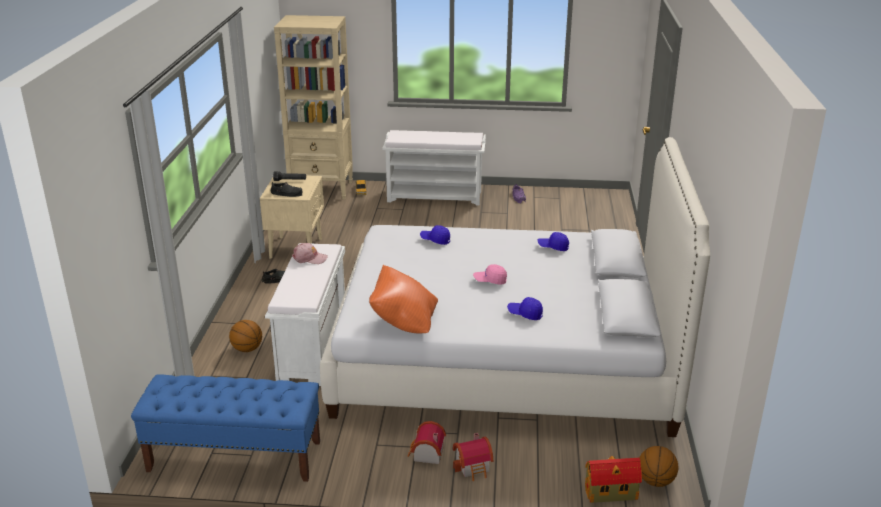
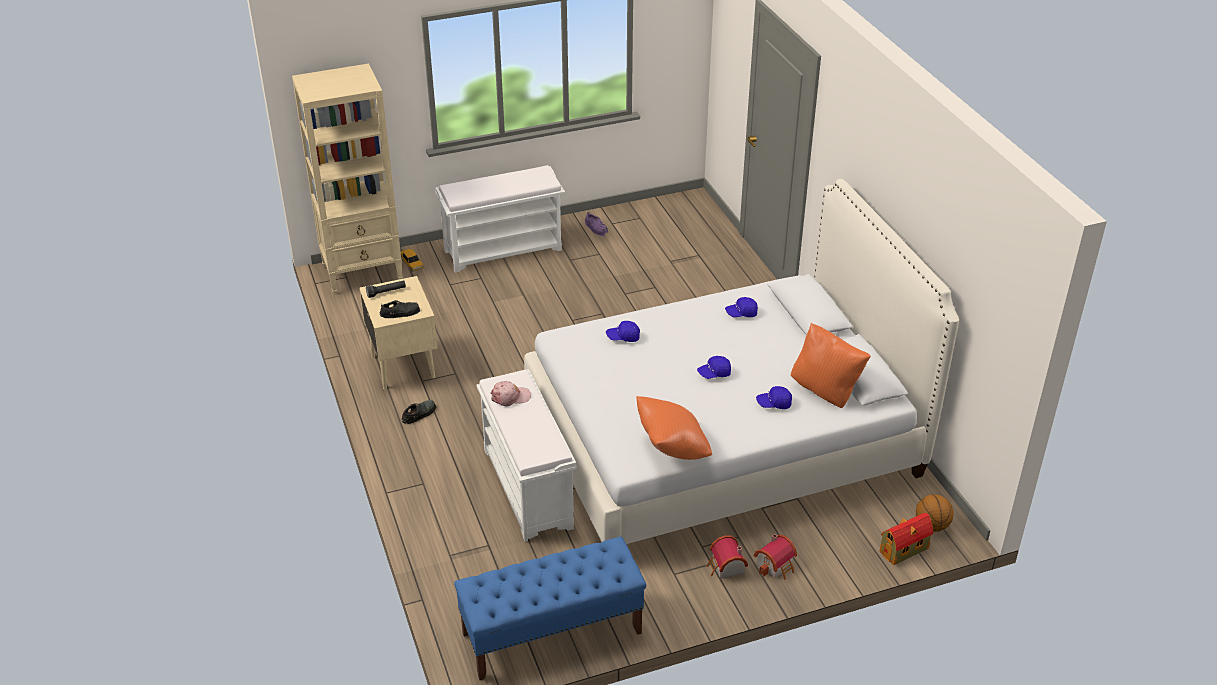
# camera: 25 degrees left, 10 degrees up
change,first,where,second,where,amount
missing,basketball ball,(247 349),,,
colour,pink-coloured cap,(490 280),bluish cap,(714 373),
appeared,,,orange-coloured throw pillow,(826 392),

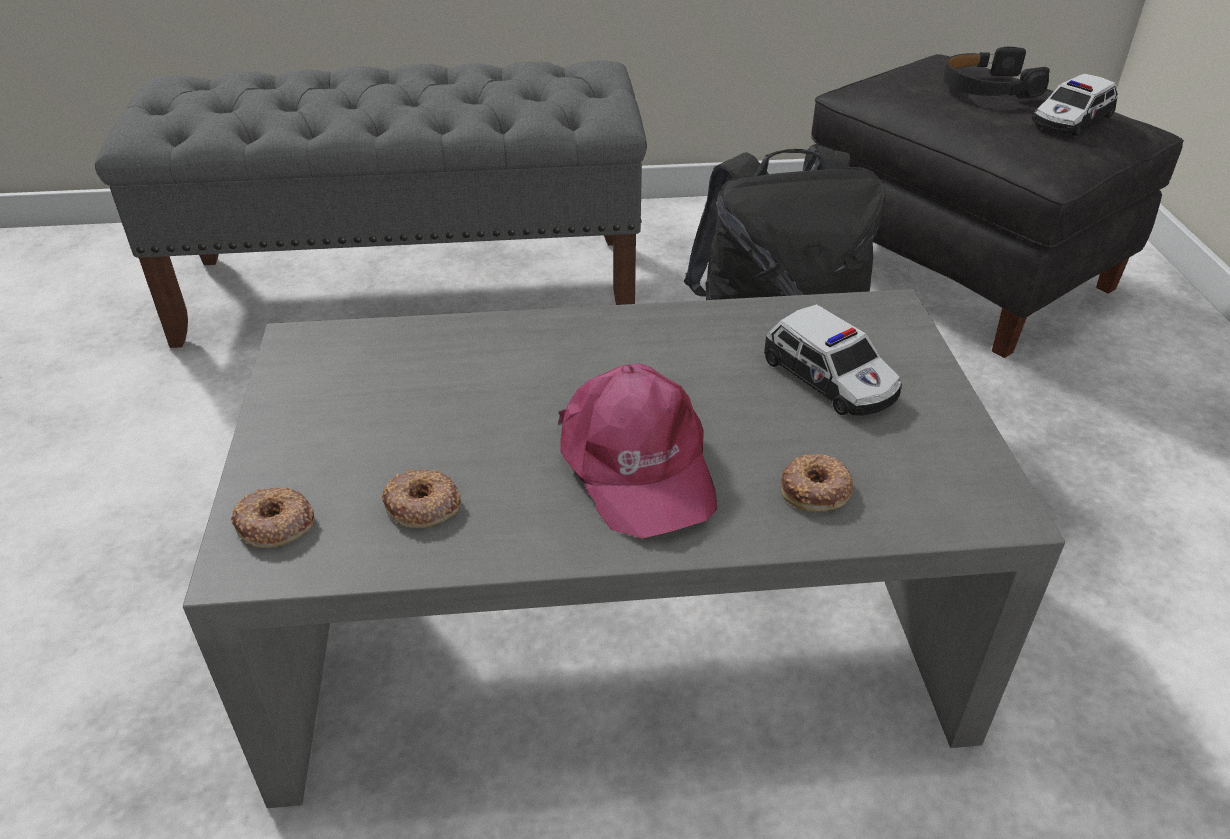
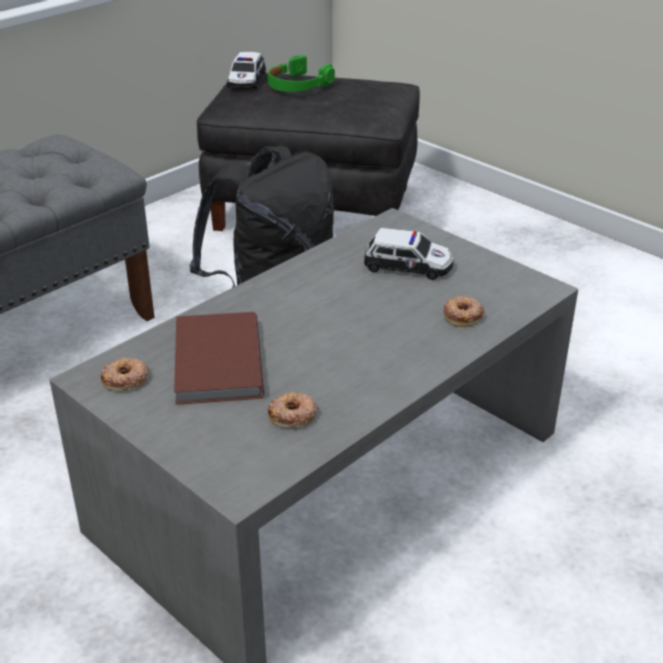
# camera: 40 degrees left, 5 degrees down
change,first,where,second,where,amount
relocated,ring doughnut,(275 524),,(126 379),
missing,pink-coloured cap,(636 464),,,
colour,black headset,(987 87),green headset,(297 85),
relocated,model car,(1071 120),,(246 81),
appeared,,,brown bound book,(215 363),

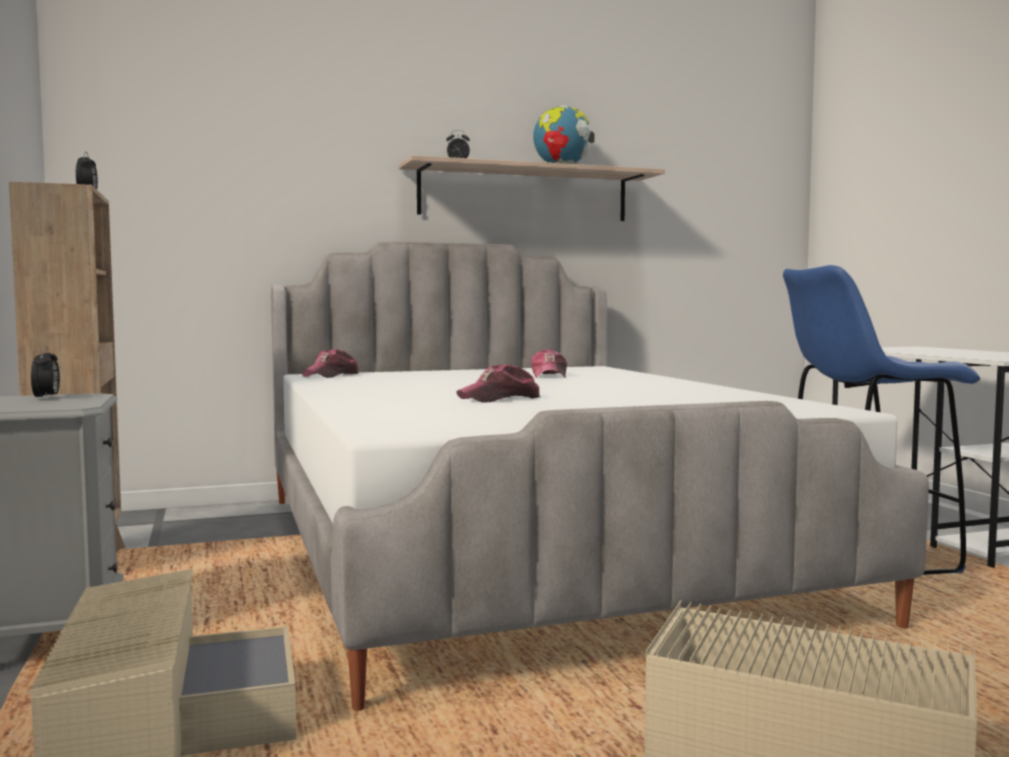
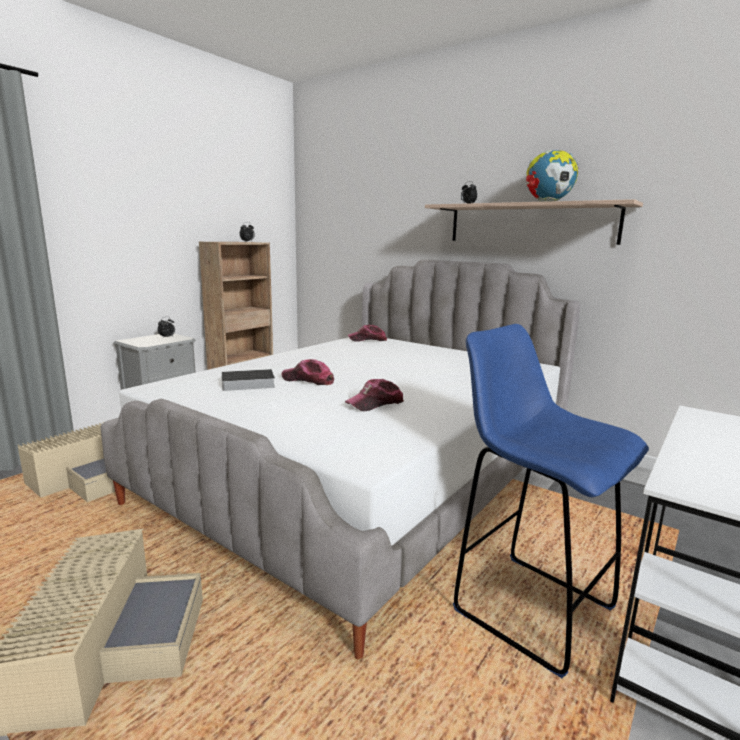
# camera: 55 degrees right, 10 degrees up
change,first,where,second,where,amount
relocated,cap,(549 376),,(375 403),
appeared,,,bound book,(246 384),

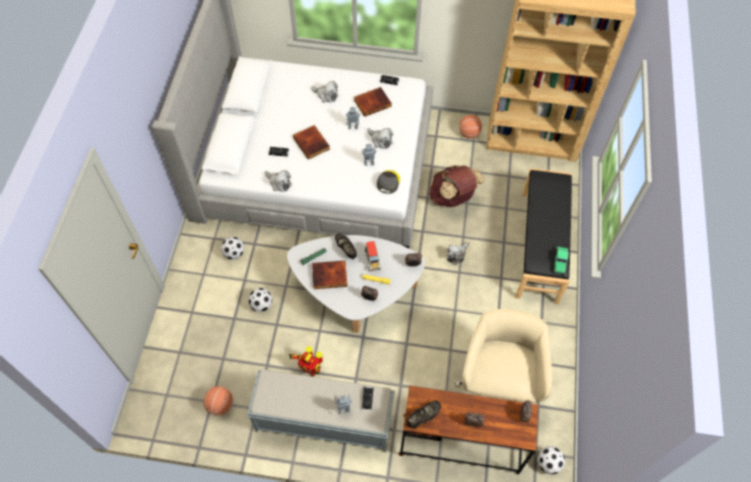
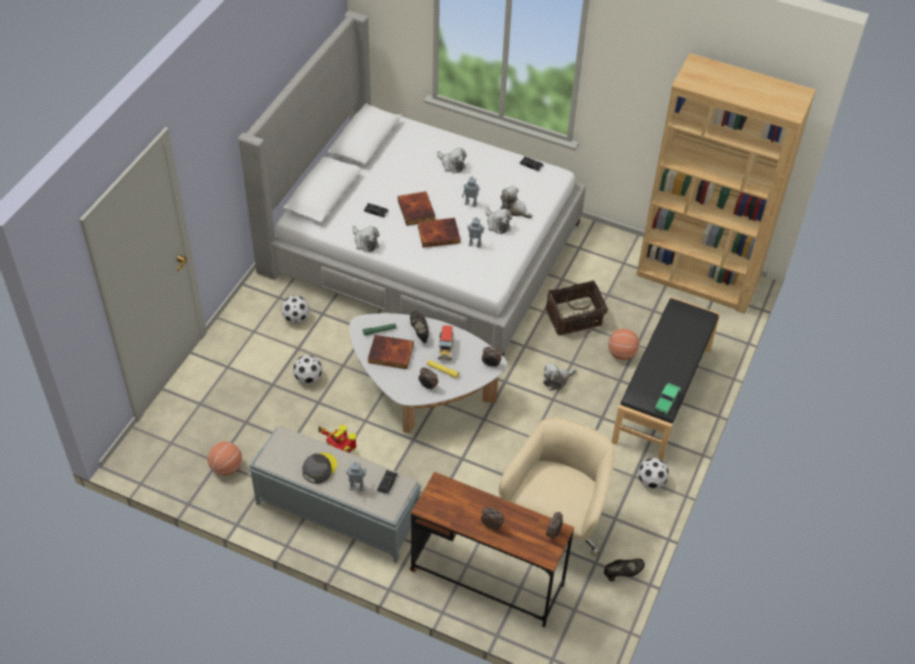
# camera: 15 degrees right, 10 degrees down
change,first,where,second,where,amount
relocated,bound book,(372 102),,(439 234),
relocated,greyish cap,(388 182),,(319 468),
relocated,black shoe,(423 417),,(623 573),
exchanged,brown rucksack,(452 198),storage basket,(574 318),
relocated,basketball ball,(468 133),,(621 354),
relocated,ball for football,(548 463),,(651 481),
appeared,,,cuddly toy,(514 209),

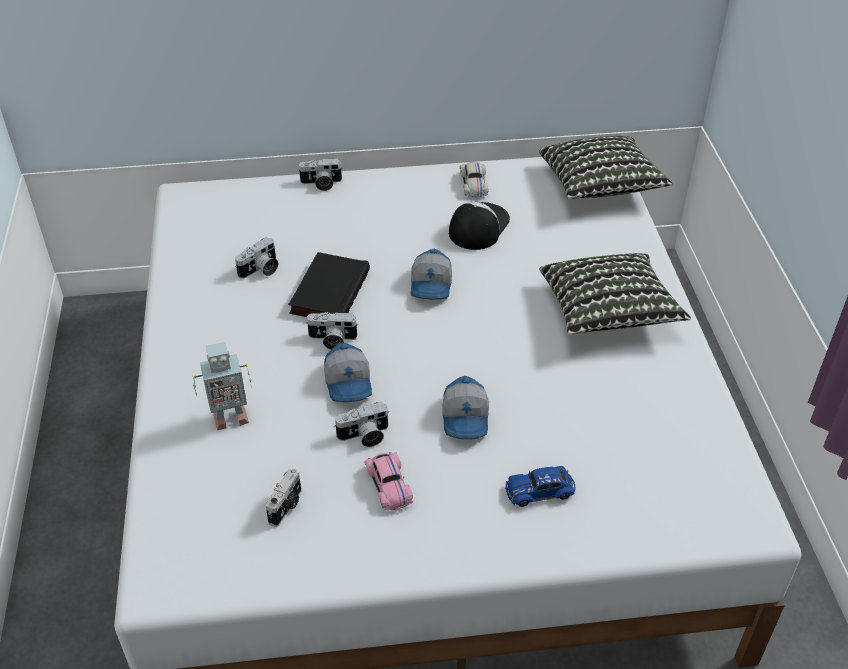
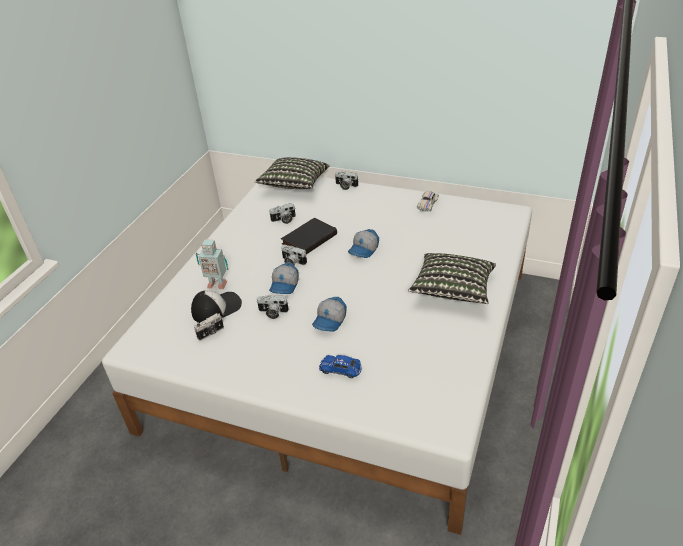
# camera: 30 degrees right, 5 degrees down
change,first,where,second,where,amount
missing,pink-coloured model car,(389 485),,,
relocated,cap,(478 227),,(216 308),
relocated,throw pillow,(600 186),,(294 185),

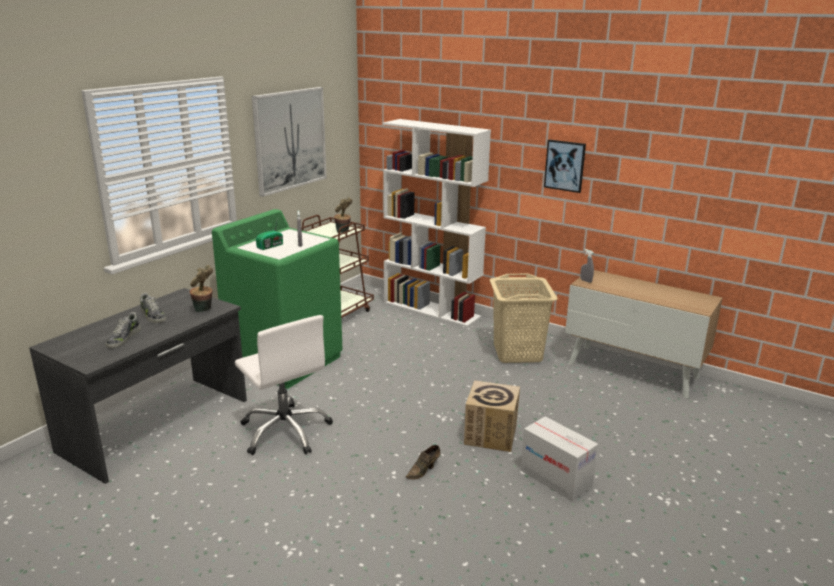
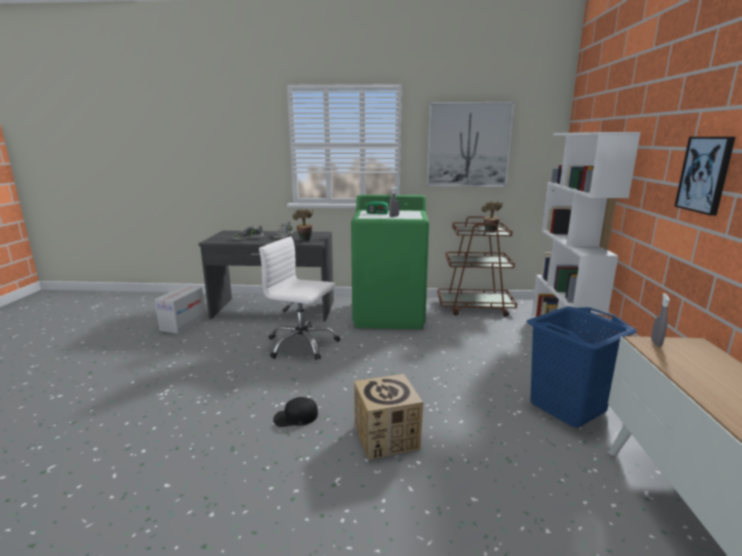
# camera: 60 degrees right, 5 degrees down
change,first,where,second,where,amount
spun,white-coloured computer chair,(285 431),,(301 344),90 degrees clockwise
exchanged,brown shoe,(424 470),black cap,(295 417),
colour,beige laundry basket,(518 353),bluish laundry basket,(568 407),
relocated,cardboard box,(556 478),,(183 324),

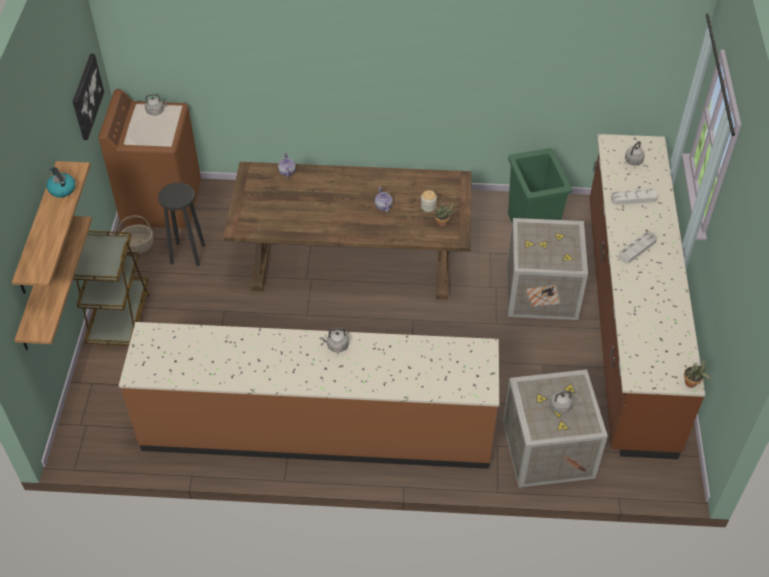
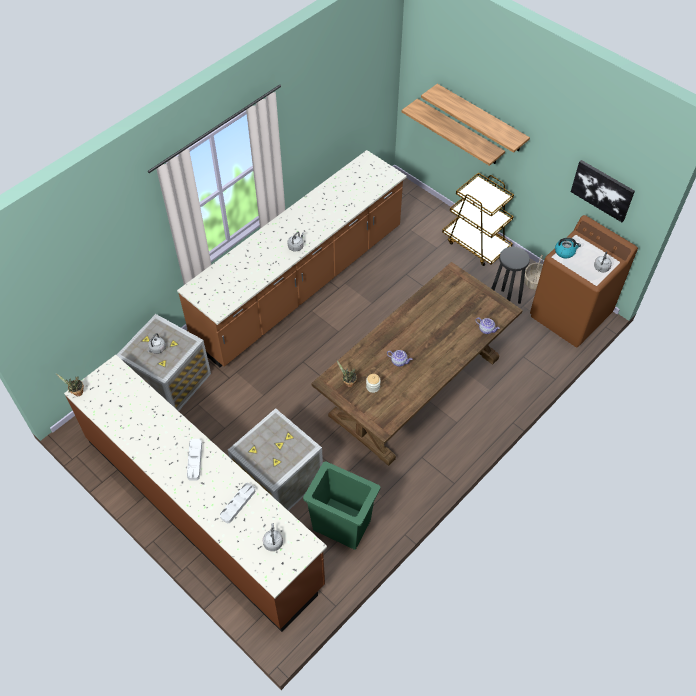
# camera: 130 degrees right, 5 degrees up
change,first,where,second,where,amount
relocated,kettle,(62 189),,(565 252),

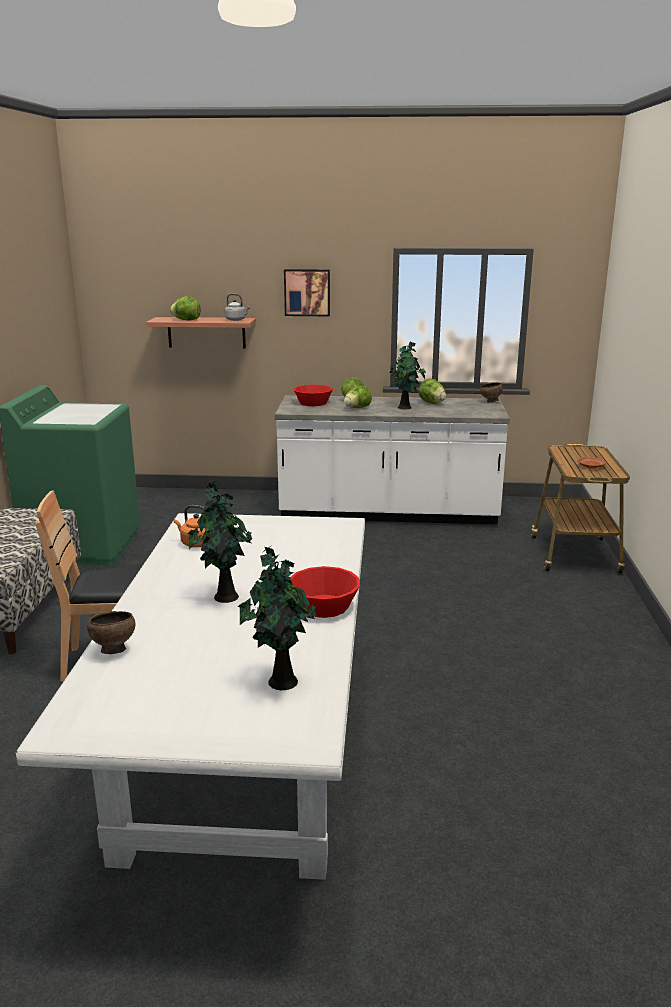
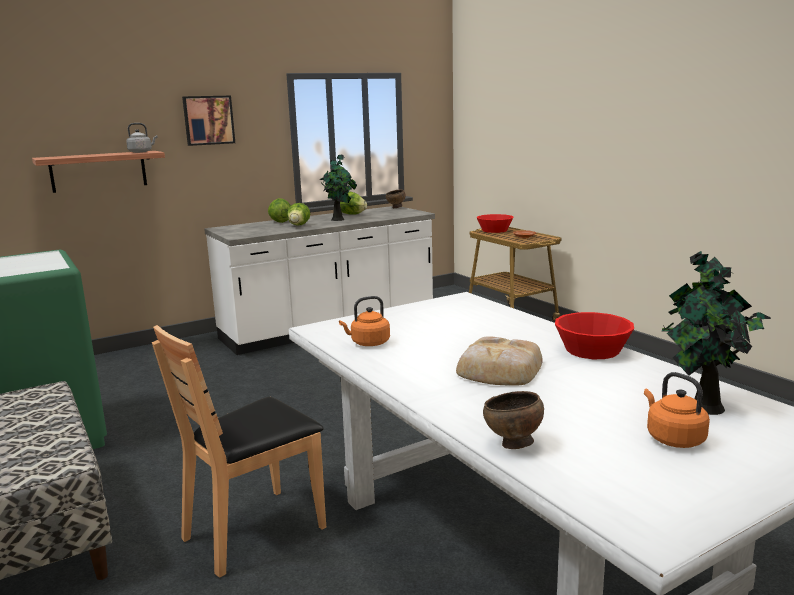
# camera: 35 degrees left, 5 degrees down
change,first,where,second,where,amount
missing,lettuce,(186 320),,,
exchanged,houseplant,(224 596),baked bread,(498 370),
relocated,red serving bowl,(313 403),,(494 230),
appeared,,,orange-coloured kettle,(673 438),

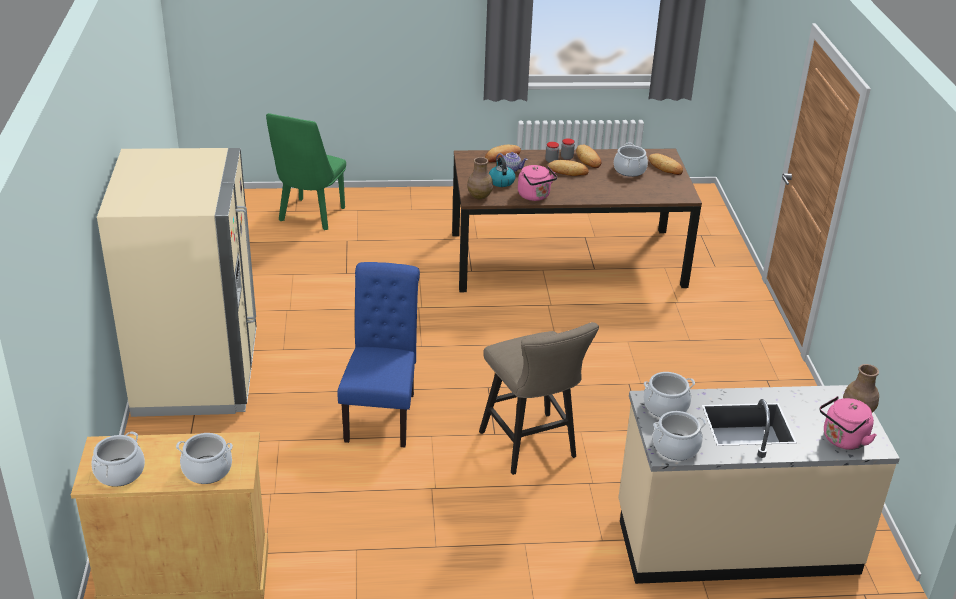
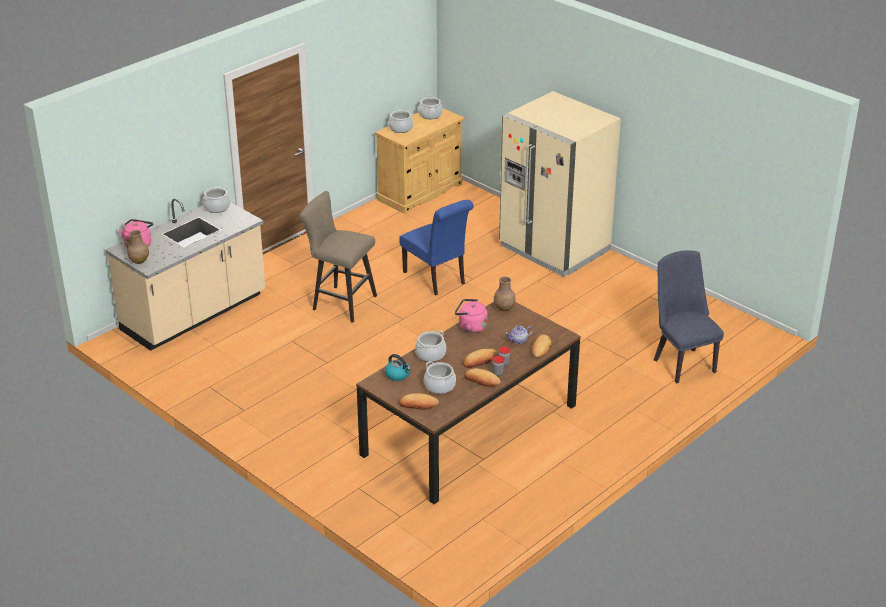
# camera: 140 degrees right, 0 degrees up
change,first,where,second,where,amount
colour,green upright chair,(310 217),bluish upright chair,(681 362),
relocated,kettle,(501 181),,(398 375),
relocated,stockpot,(665 406),,(430 354),

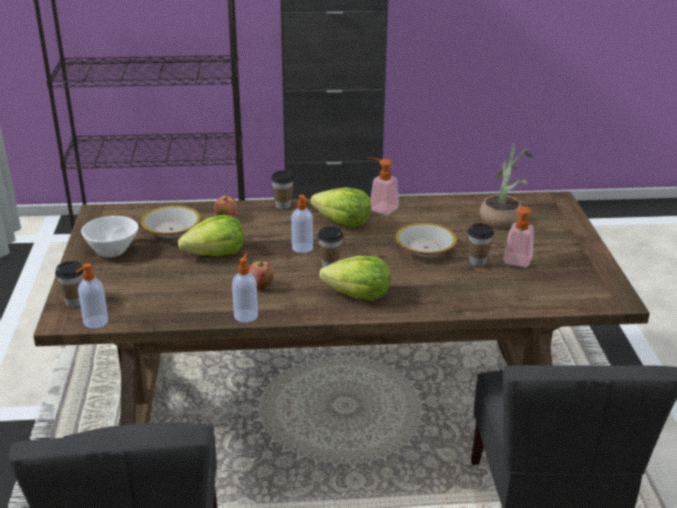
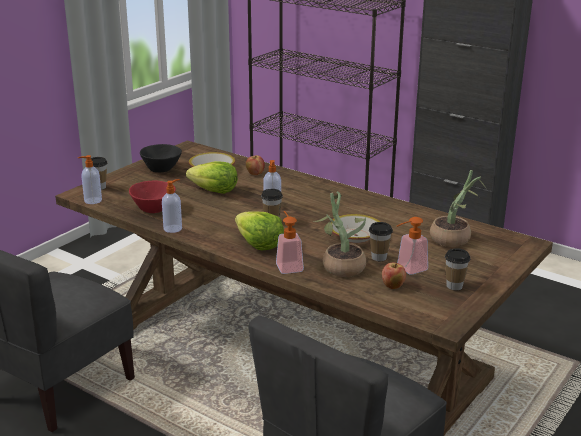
# camera: 40 degrees right, 5 degrees down
change,first,where,second,where,amount
colour,white-coloured serving bowl,(114 251),black serving bowl,(162 169),
relocated,apple,(261 286),,(392 286),
relocated,cup,(283 206),,(454 286),
missing,lettuce,(343 222),,,
relocated,soap dispenser,(379 207),,(288 265),
appeared,,,red serving bowl,(153 210),
appeared,,,houseplant,(340 266),

